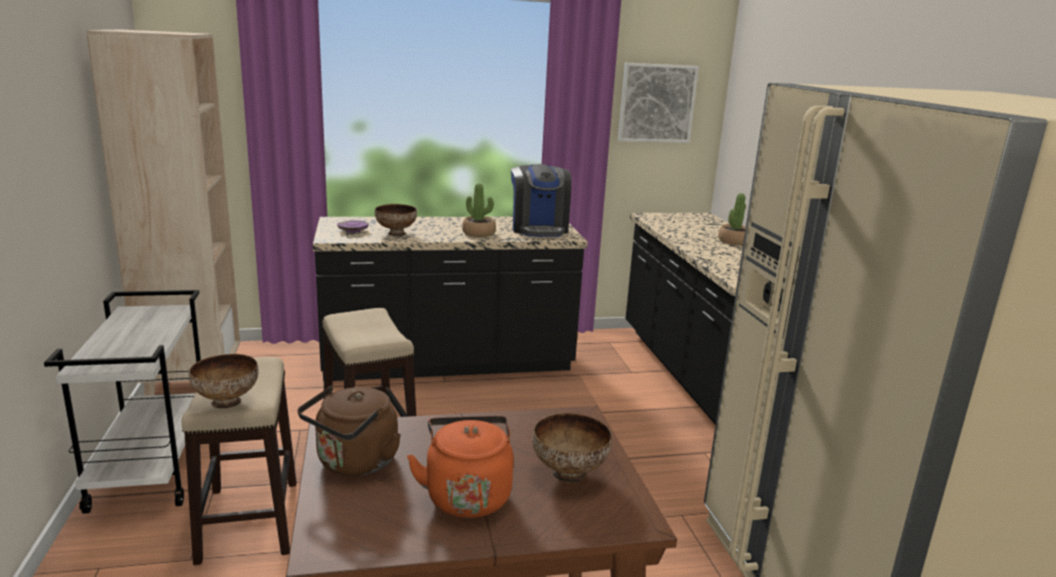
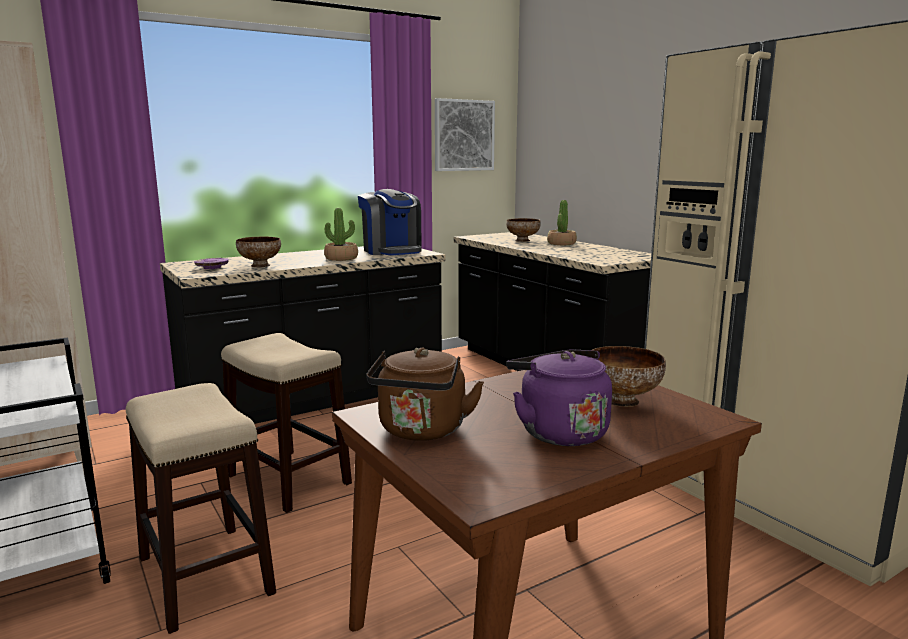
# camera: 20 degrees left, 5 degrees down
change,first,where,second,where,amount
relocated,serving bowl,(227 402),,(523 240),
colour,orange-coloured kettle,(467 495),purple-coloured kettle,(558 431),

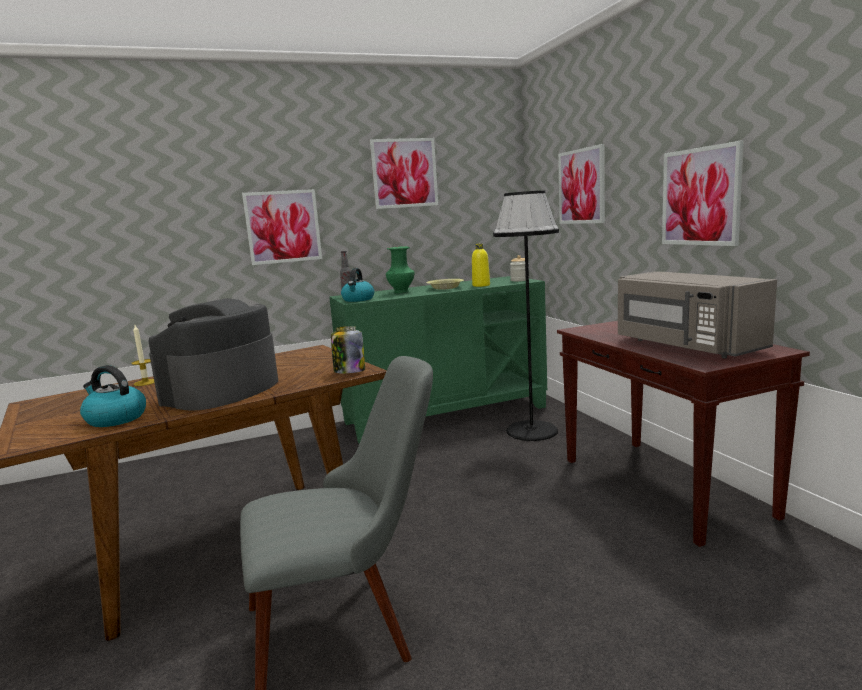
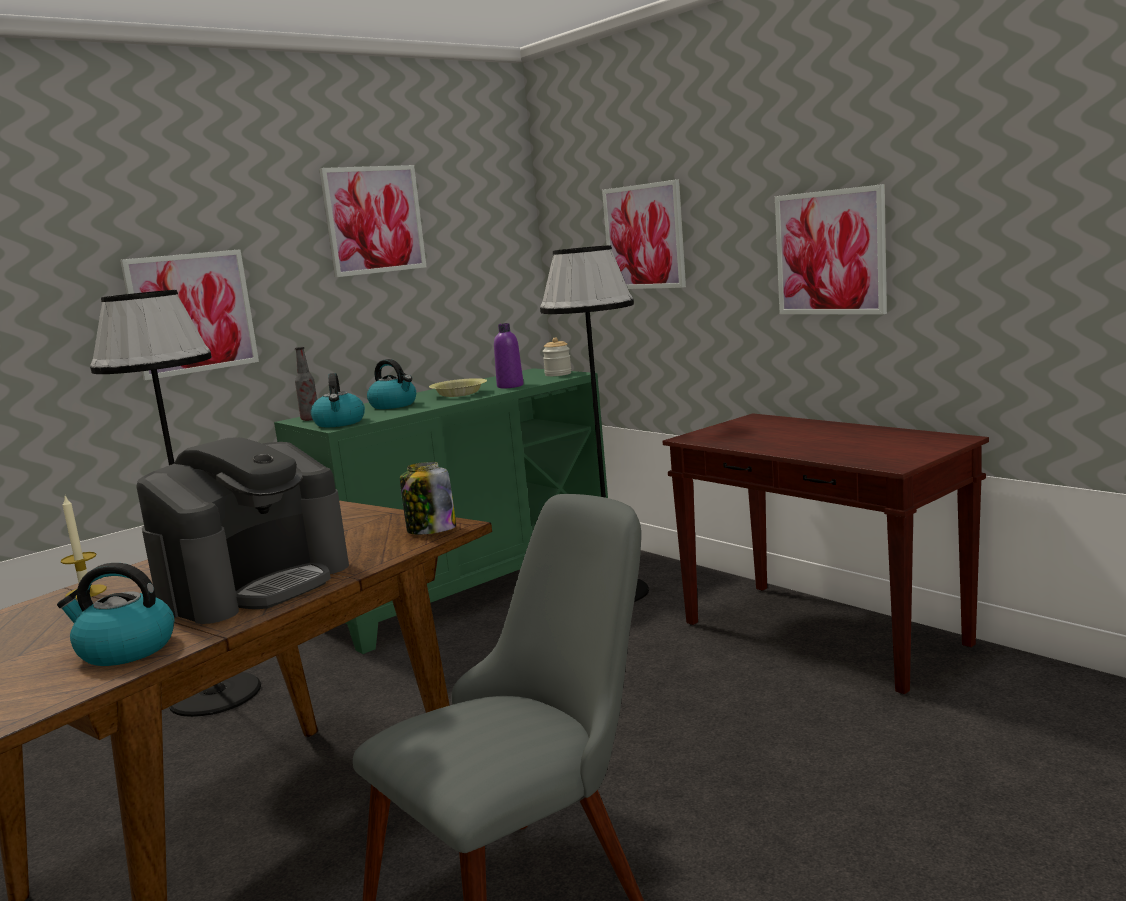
# camera: 20 degrees left, 0 degrees up
change,first,where,second,where,amount
spun,coffee maker,(222 391),,(256 584),150 degrees counterclockwise
exchanged,green vase,(401 292),kettle,(394 405),
colour,yellow-coloured beverage bottle,(481 285),purple-coloured beverage bottle,(510 386),
missing,greyish kitchen microwave,(685 346),,,
appeared,,,black floor lamp,(215 694),

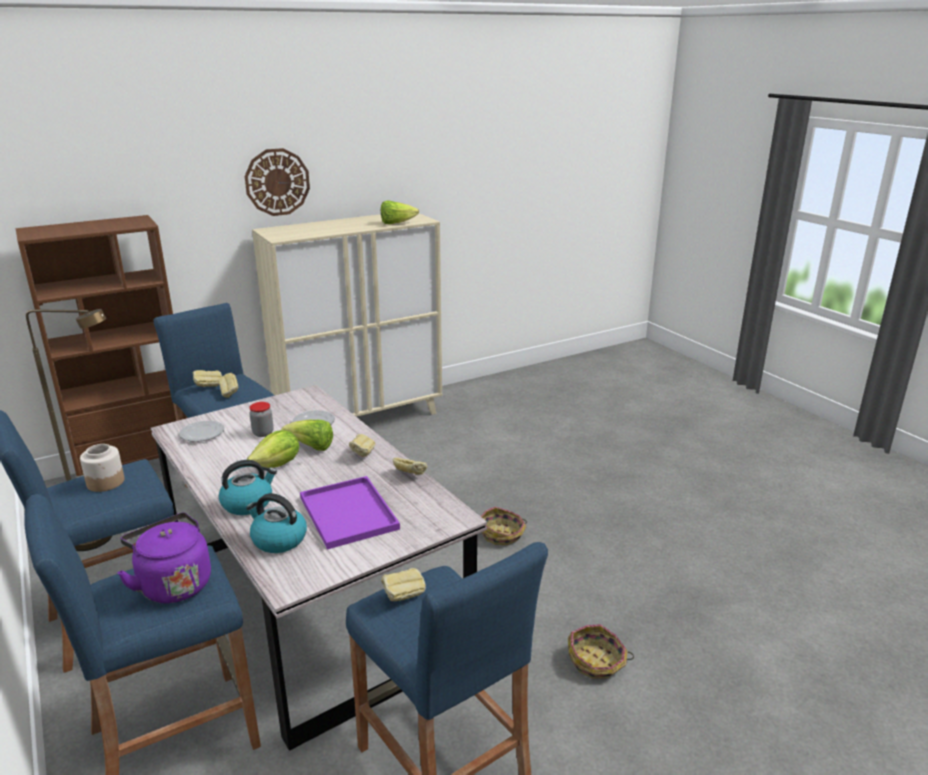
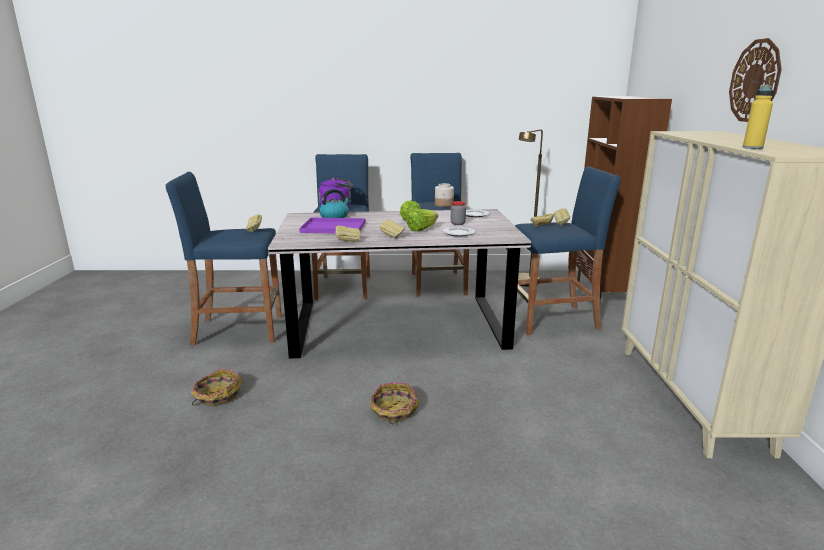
# camera: 120 degrees right, 5 degrees down
change,first,where,second,where,amount
missing,kettle,(248 503),,,
exchanged,lettuce,(396 223),yellow-coloured beverage bottle,(752 148),

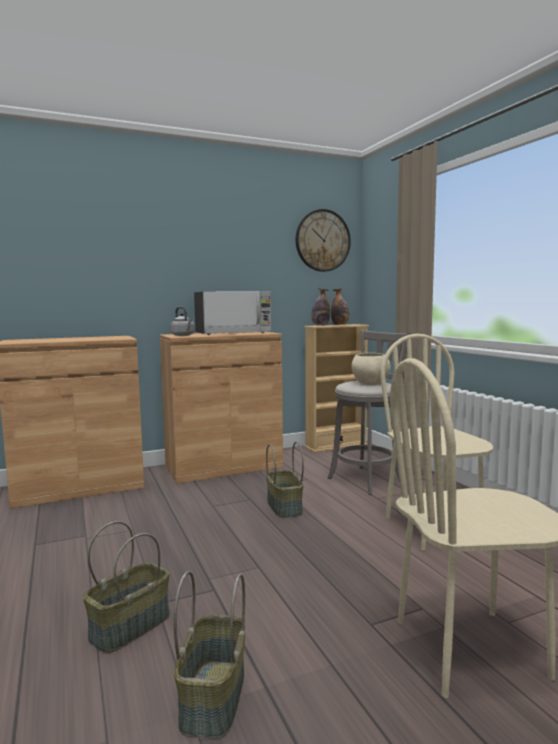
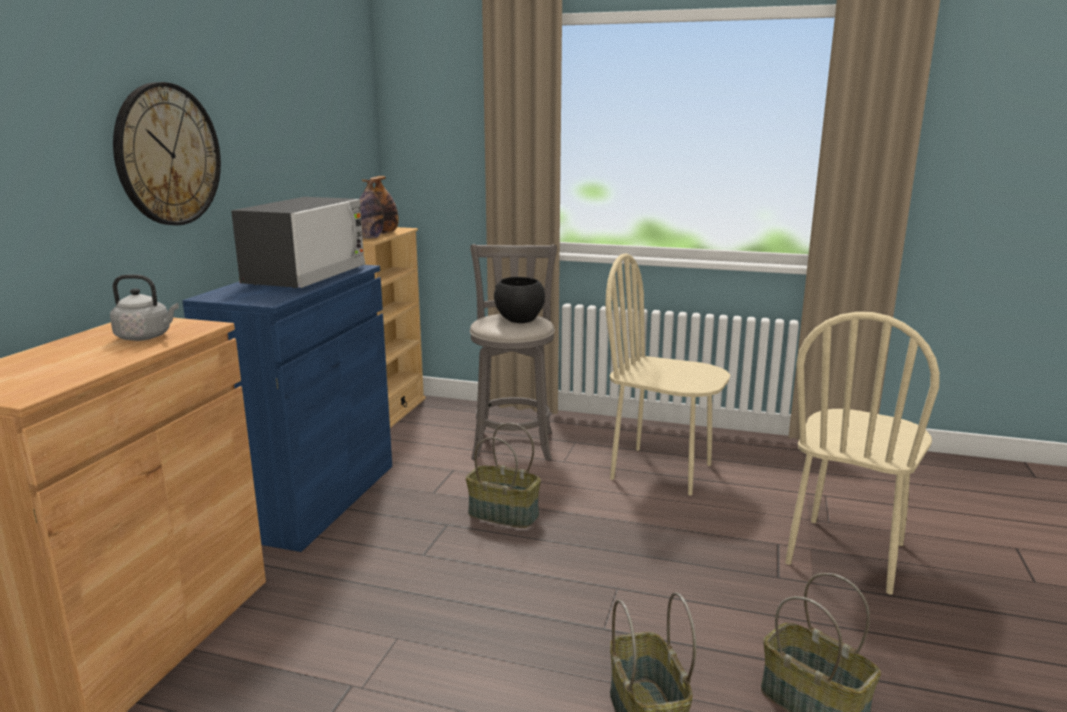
# camera: 50 degrees left, 10 degrees up
change,first,where,second,where,amount
colour,brown cabinet,(223 467),bluish cabinet,(312 498),
relocated,greyish kettle,(183 335),,(146 337),
relocated,clock on the wall,(322 240),,(168 155),
colour,beige serving bowl,(370 383),black serving bowl,(519 320),

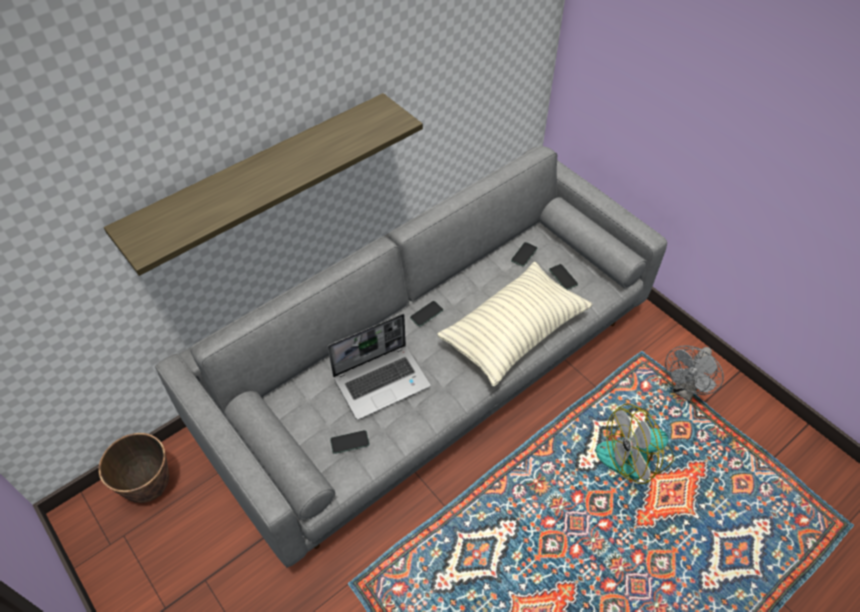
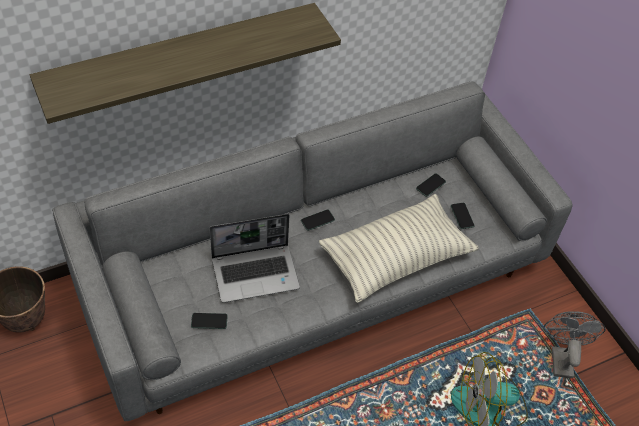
# camera: 10 degrees right, 0 degrees up
change,first,where,second,where,amount
spun,greyish fan,(684 390),,(560 357),135 degrees clockwise

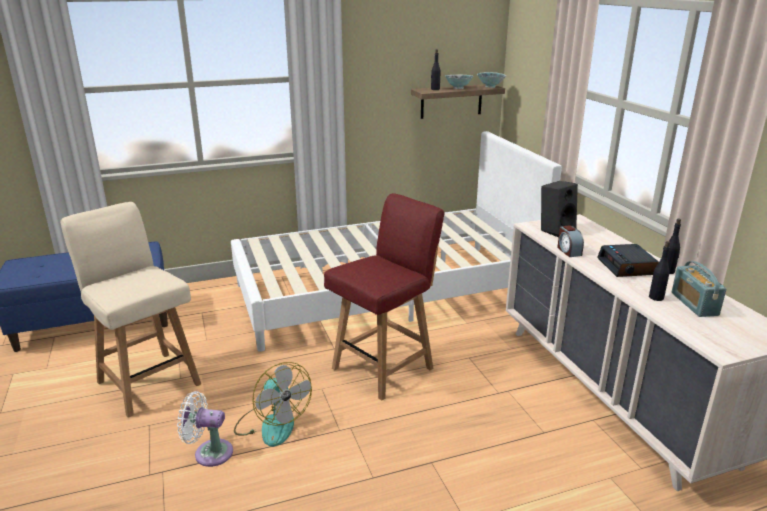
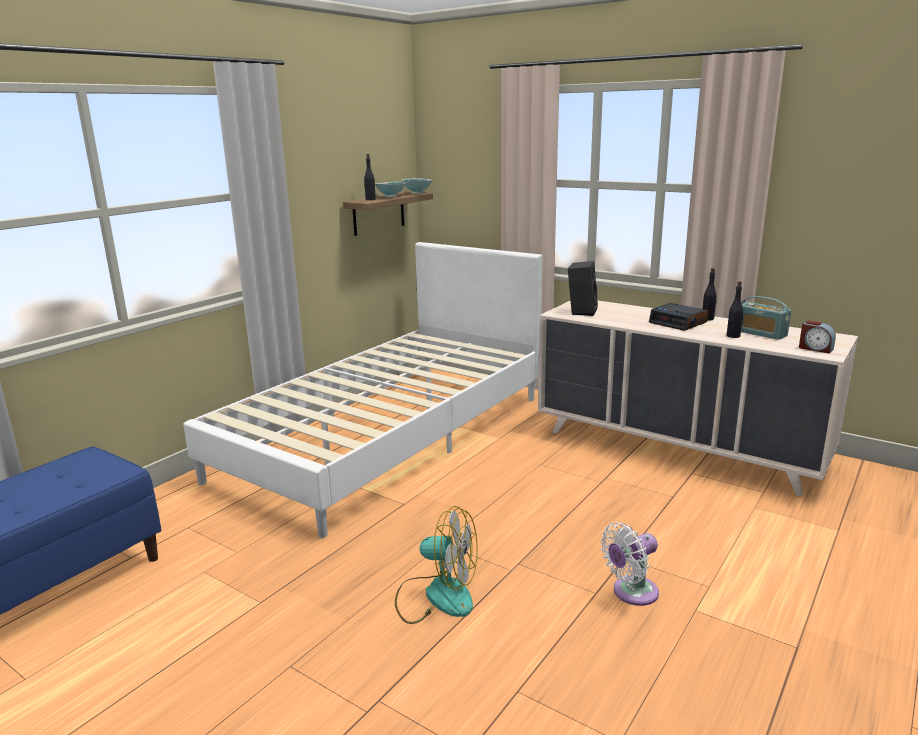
# camera: 35 degrees left, 5 degrees down
change,first,where,second,where,amount
missing,beige upright chair,(148 381),,,
relocated,white-coloured fan,(209 452),,(631 593),
missing,red upright chair,(384 367),,,
relocated,table clock,(568 251),,(815 348),

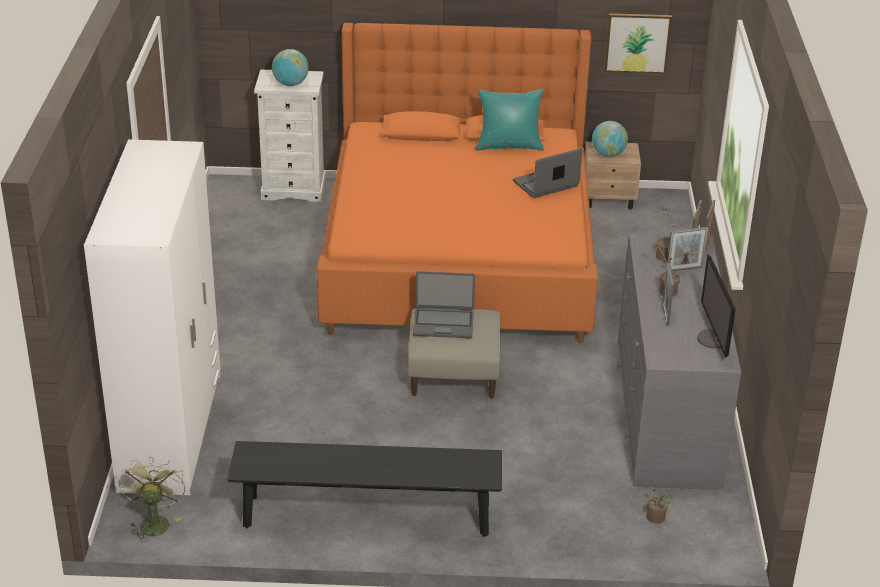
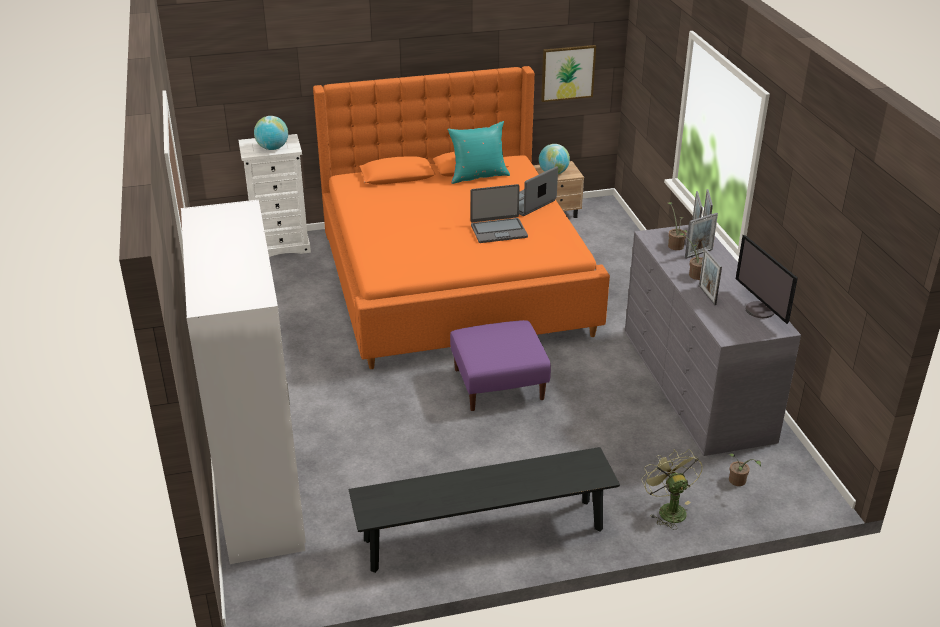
# camera: 15 degrees left, 0 degrees up
change,first,where,second,where,amount
relocated,green fan,(154 521),,(668 509),
colour,beige footrest,(454 373),purple-coloured footrest,(499 384),
relocated,portable computer,(443 324),,(498 231),

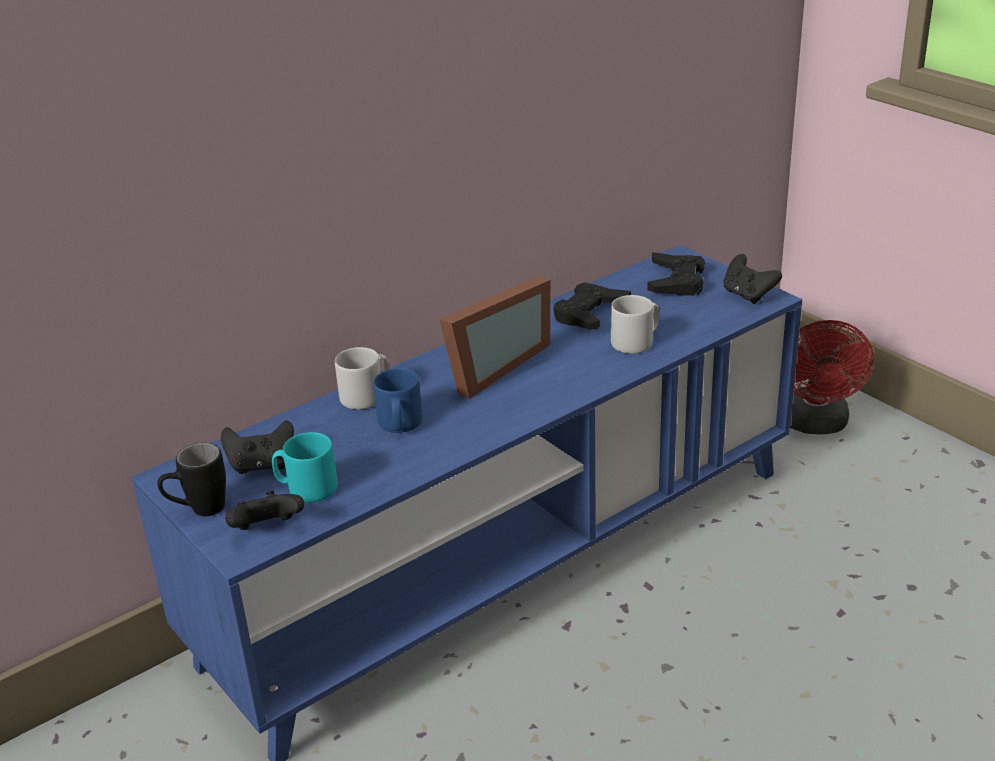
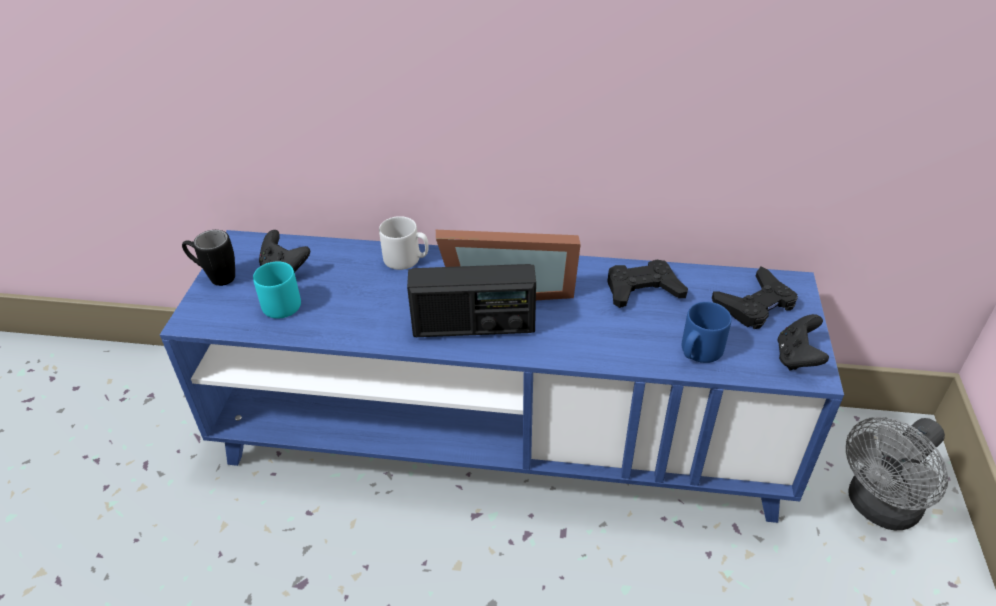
# camera: 45 degrees right, 10 degrees up
change,first,where,second,where,amount
missing,black gamepad,(267 530),,,
relocated,bluish tea mug,(399 424),,(698 352),
missing,greyish tea mug,(636 342),,,
colour,red fan,(816 425),greyish fan,(878 508),
appeared,,,radio receiver,(473 326),

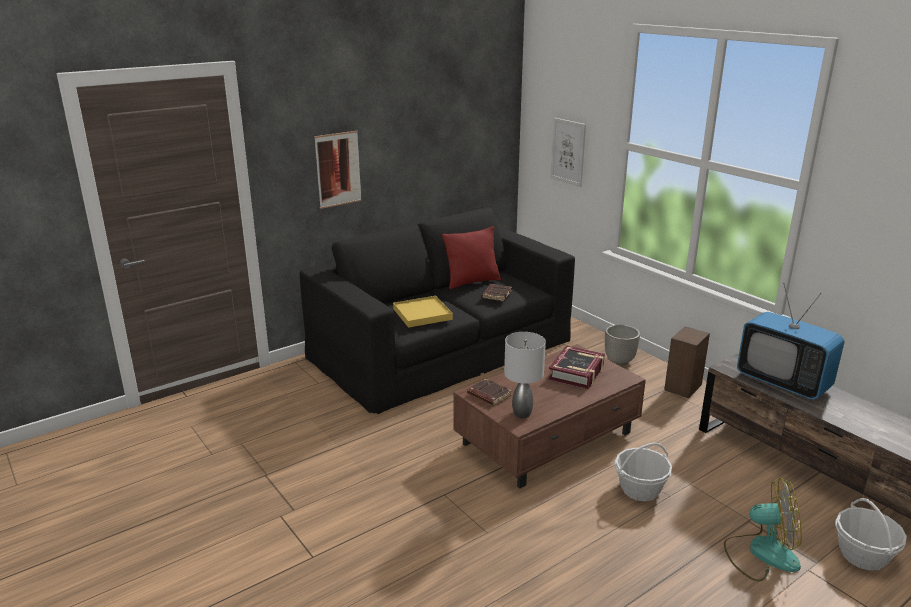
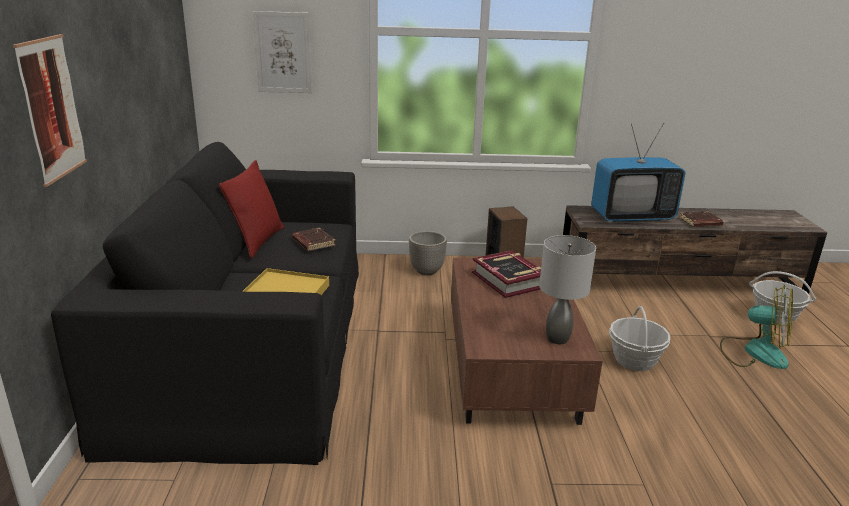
# camera: 55 degrees left, 0 degrees up
change,first,where,second,where,amount
relocated,brown bound book,(488 395),,(700 222),
spun,fan,(761 553),,(754 352),75 degrees clockwise

